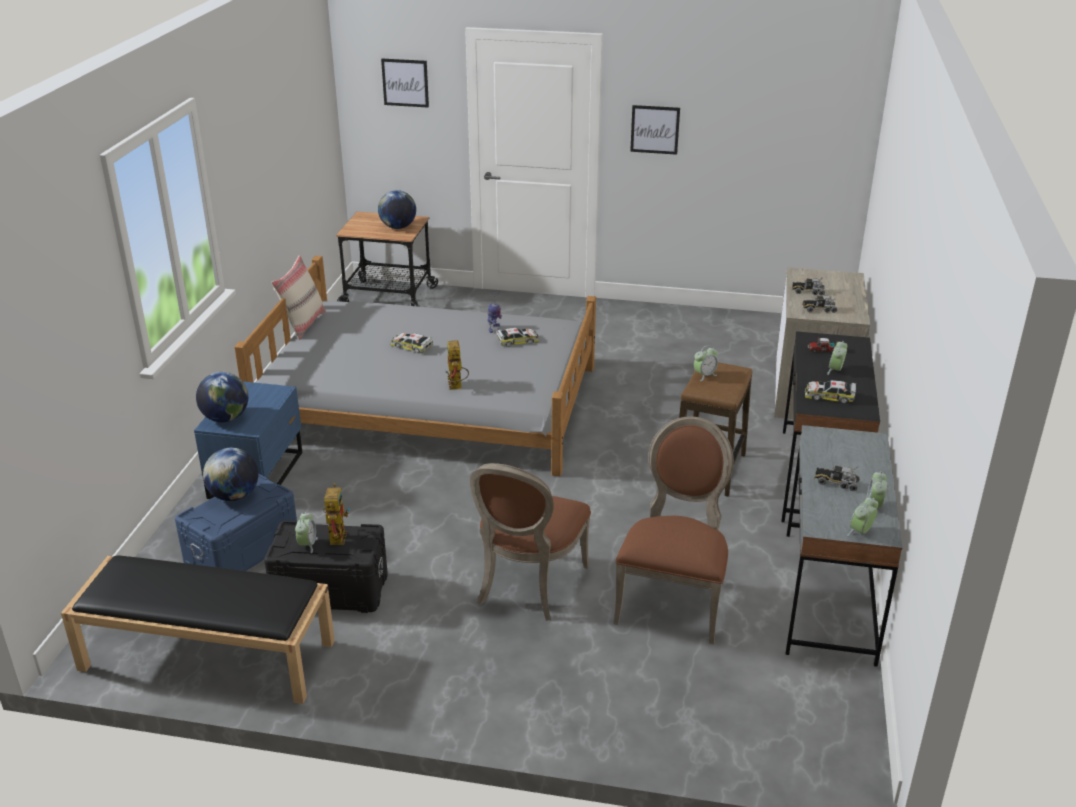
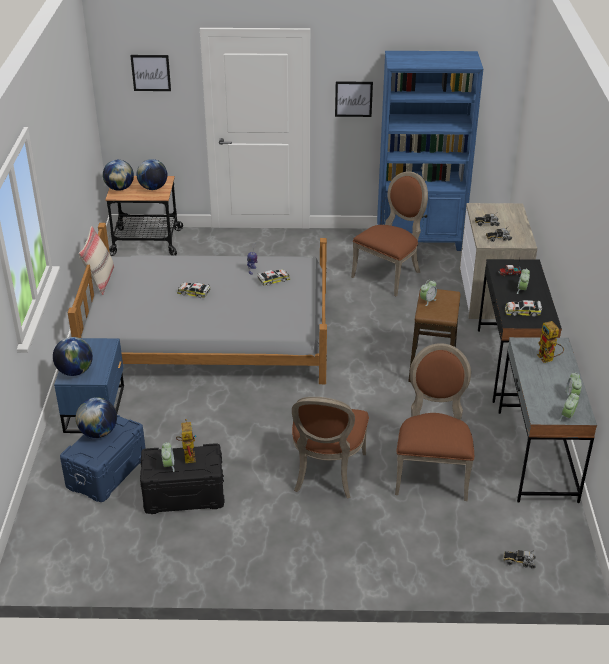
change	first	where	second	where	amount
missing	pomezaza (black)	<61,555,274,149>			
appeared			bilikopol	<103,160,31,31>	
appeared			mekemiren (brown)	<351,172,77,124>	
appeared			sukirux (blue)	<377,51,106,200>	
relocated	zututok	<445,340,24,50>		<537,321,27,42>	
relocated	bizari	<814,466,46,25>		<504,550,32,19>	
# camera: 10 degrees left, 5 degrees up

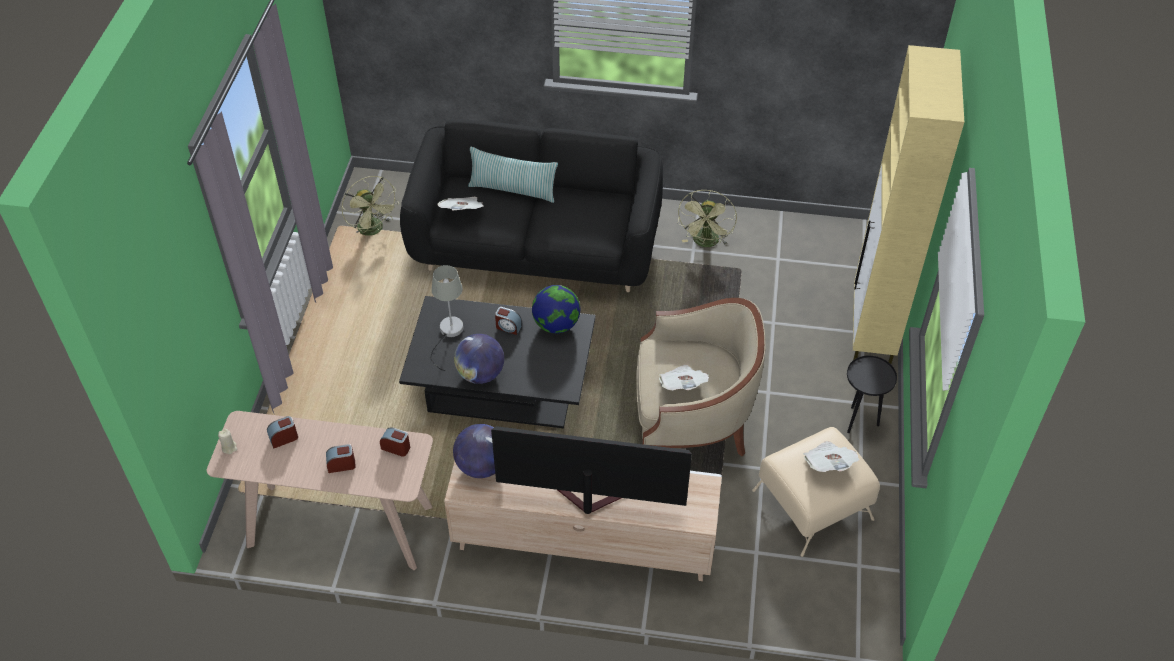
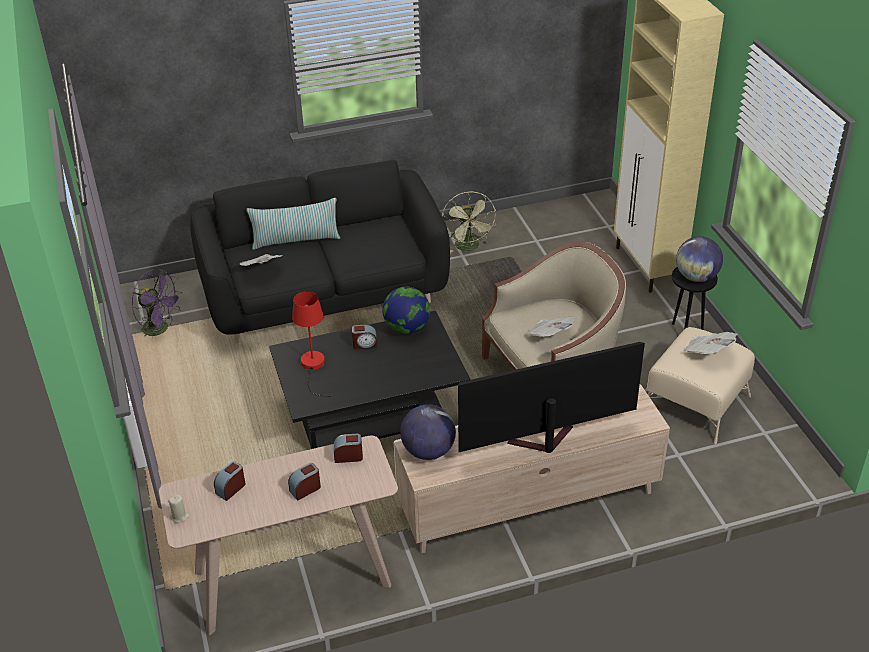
change	first	where	second	where	amount
relocated	bilikopol	<454,334,50,50>		<676,236,47,46>	
colour	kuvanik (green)	<341,176,58,60>	kuvanik (purple)	<132,269,50,67>	
colour	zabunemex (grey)	<431,265,33,106>	zabunemex (red)	<292,291,40,106>	
# camera: 25 degrees left, 10 degrees down

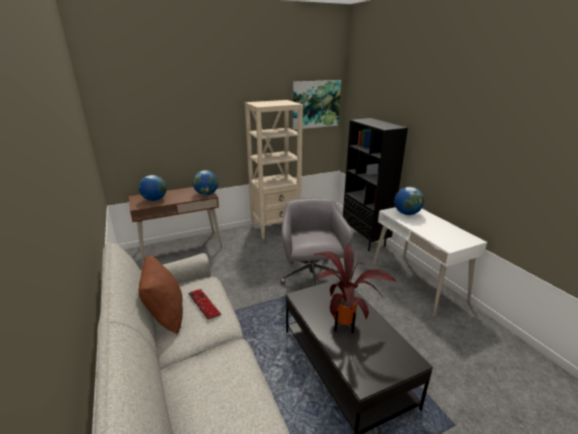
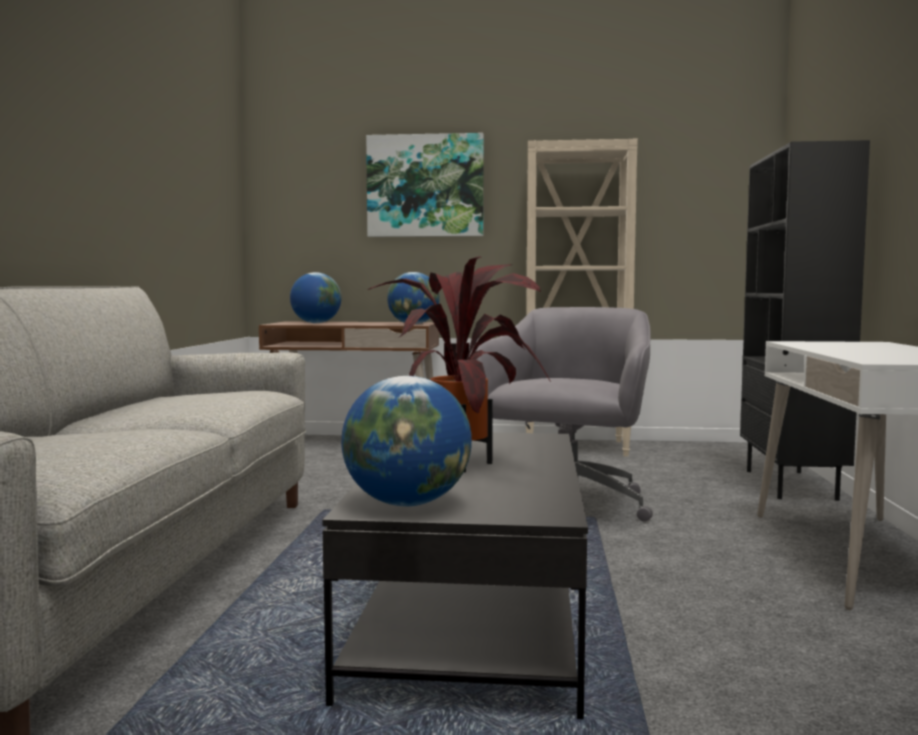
change	first	where	second	where	amount
missing	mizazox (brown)	<138,255,45,80>			
missing	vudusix	<188,289,34,31>			
relocated	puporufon	<293,80,48,50>		<366,133,118,104>	
relocated	bilikopol	<394,187,30,28>		<341,376,131,130>	
# camera: 30 degrees right, 20 degrees down

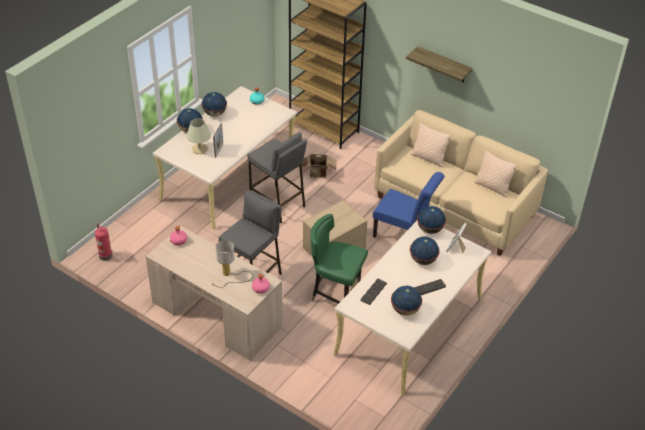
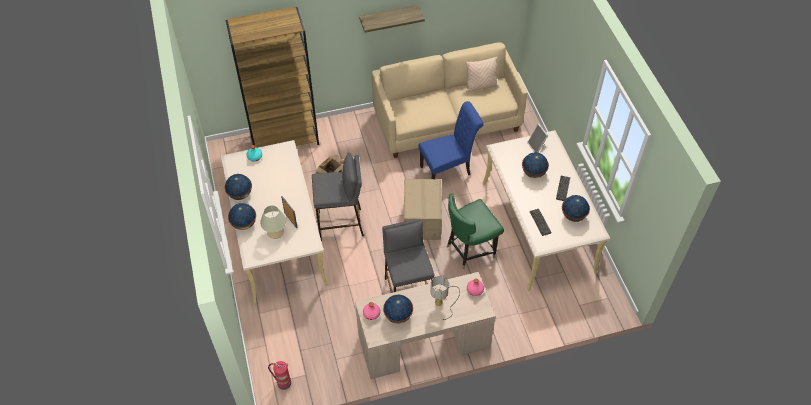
change	first	where	second	where	amount
missing	mizazox (beige)	<411,122,40,45>			
relocated	bilikopol	<417,206,29,28>		<383,295,30,29>	
# camera: 50 degrees left, 10 degrees up

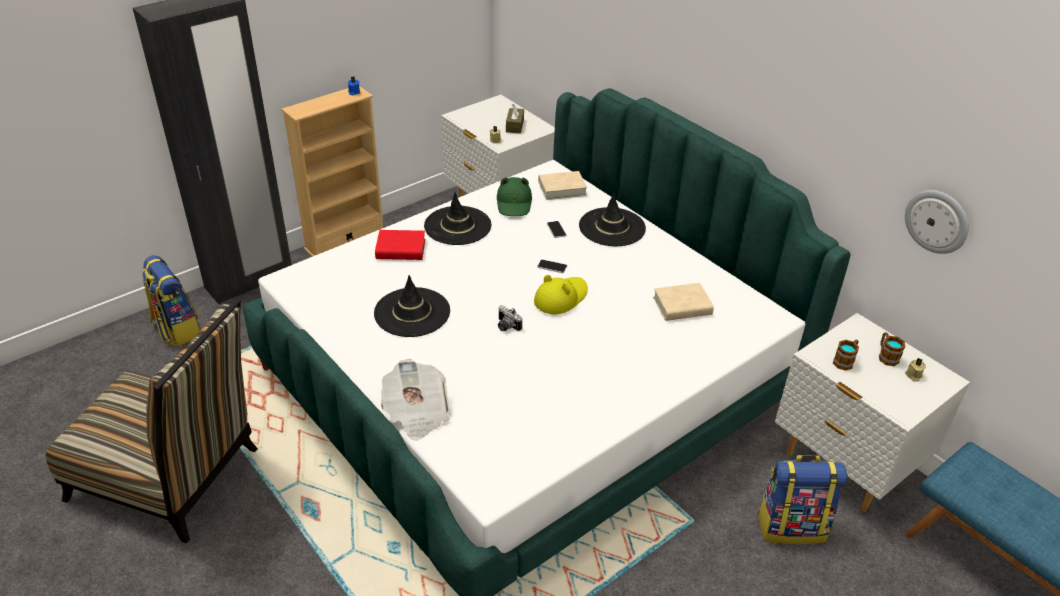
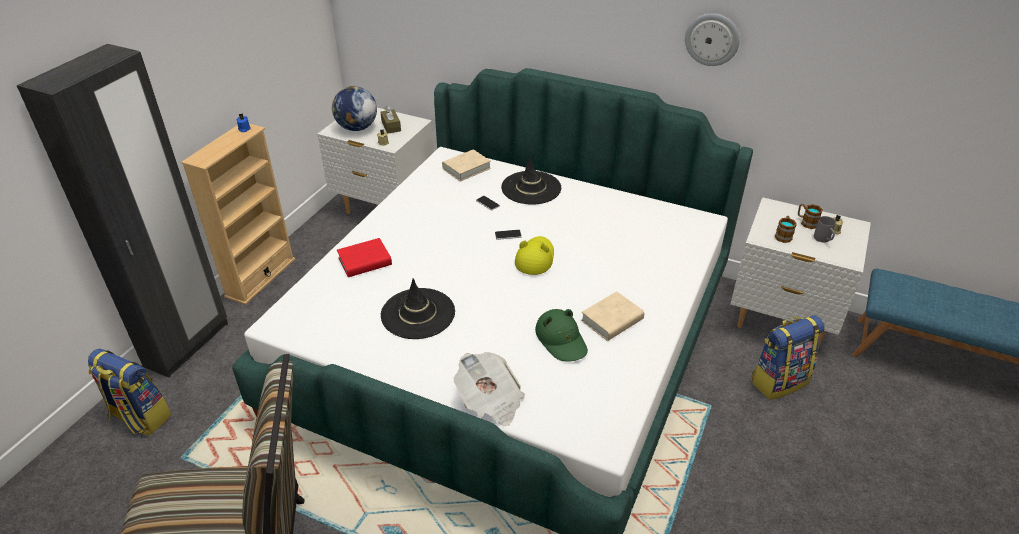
change	first	where	second	where	amount
missing	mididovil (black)	<424,193,67,52>			
missing	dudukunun	<498,305,24,26>			
appeared			bilikopol	<331,86,46,45>	
appeared			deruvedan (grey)	<814,216,22,27>	
relocated	mididovil (green)	<497,177,35,39>		<535,309,53,53>	
relocated	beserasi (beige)	<653,283,61,38>		<581,291,63,50>	
relocated	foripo	<905,190,64,64>		<685,13,55,53>	
# camera: 25 degrees left, 0 degrees up

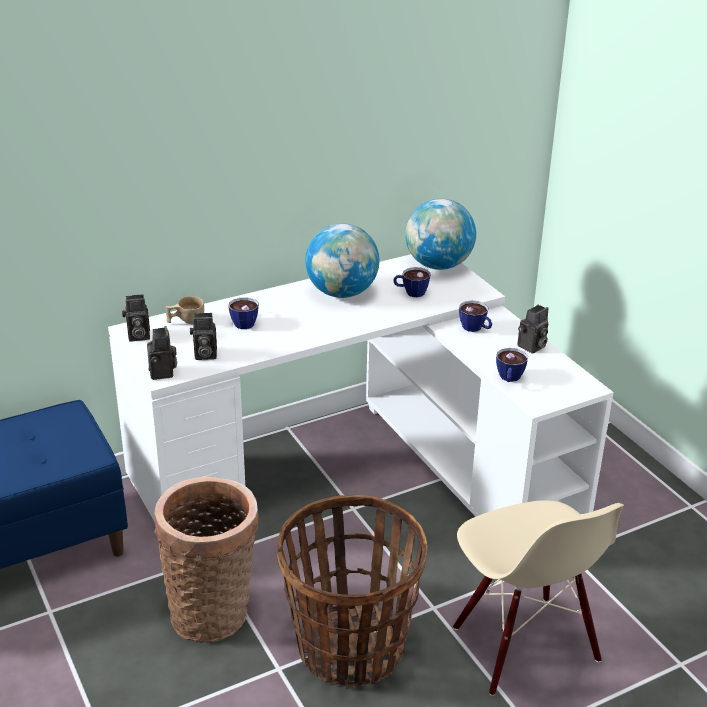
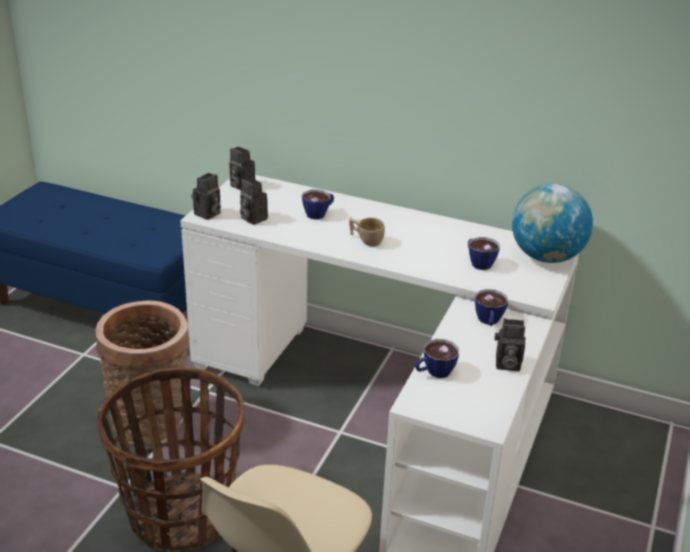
change	first	where	second	where	amount
missing	bilikopol	<305,223,74,75>			
relocated	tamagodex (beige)	<166,296,38,28>		<349,217,36,30>	
# camera: 50 degrees right, 0 degrees up

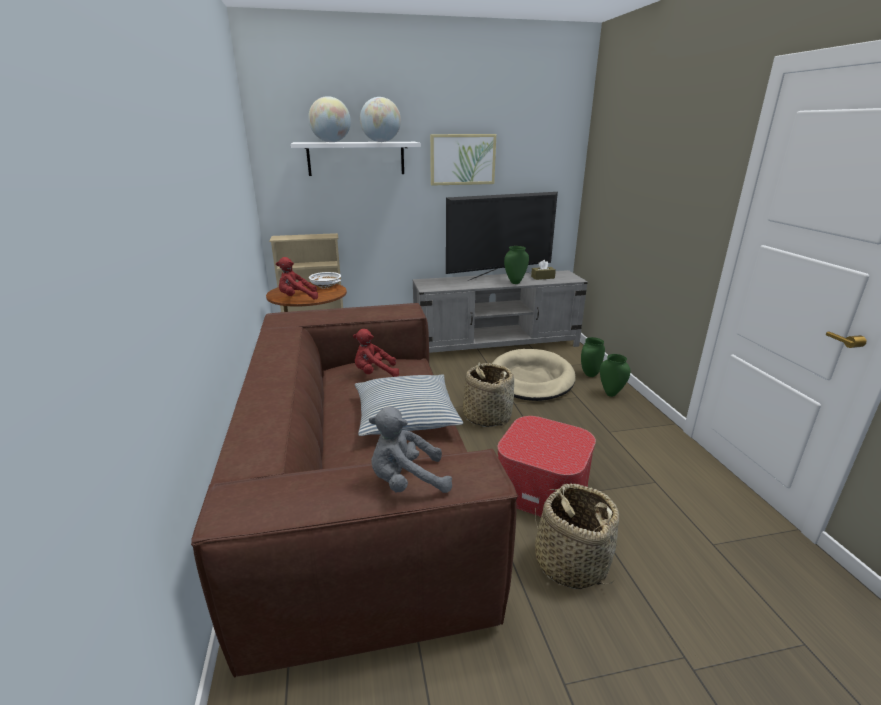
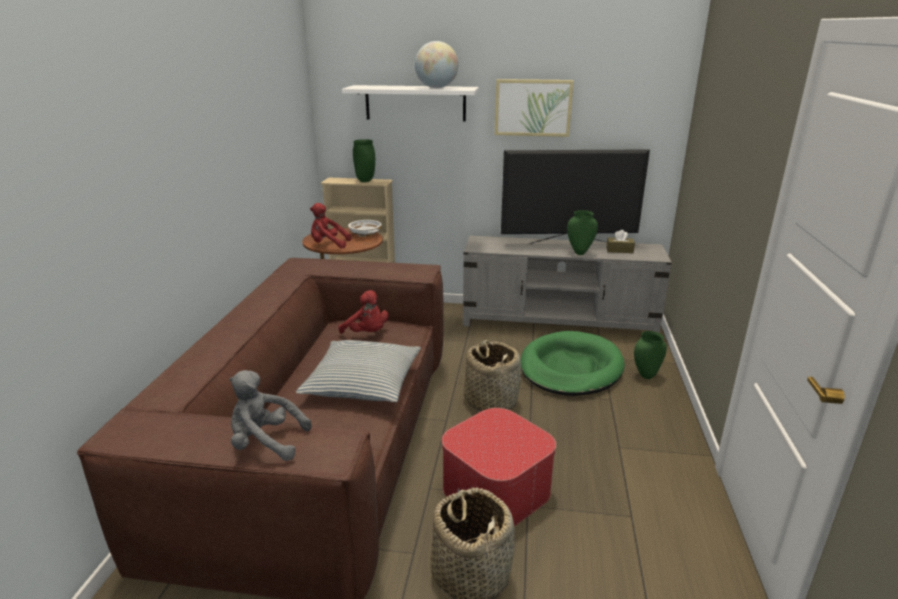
change	first	where	second	where	amount
missing	bilikopol	<308,96,43,46>			
relocated	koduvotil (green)	<600,354,30,43>		<353,139,22,43>	
colour	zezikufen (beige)	<492,349,84,52>	zezikufen (green)	<521,331,104,65>	
spun	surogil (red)	<353,329,46,48>		<338,290,51,44>	150 degrees counterclockwise
# camera: 20 degrees right, 0 degrees up

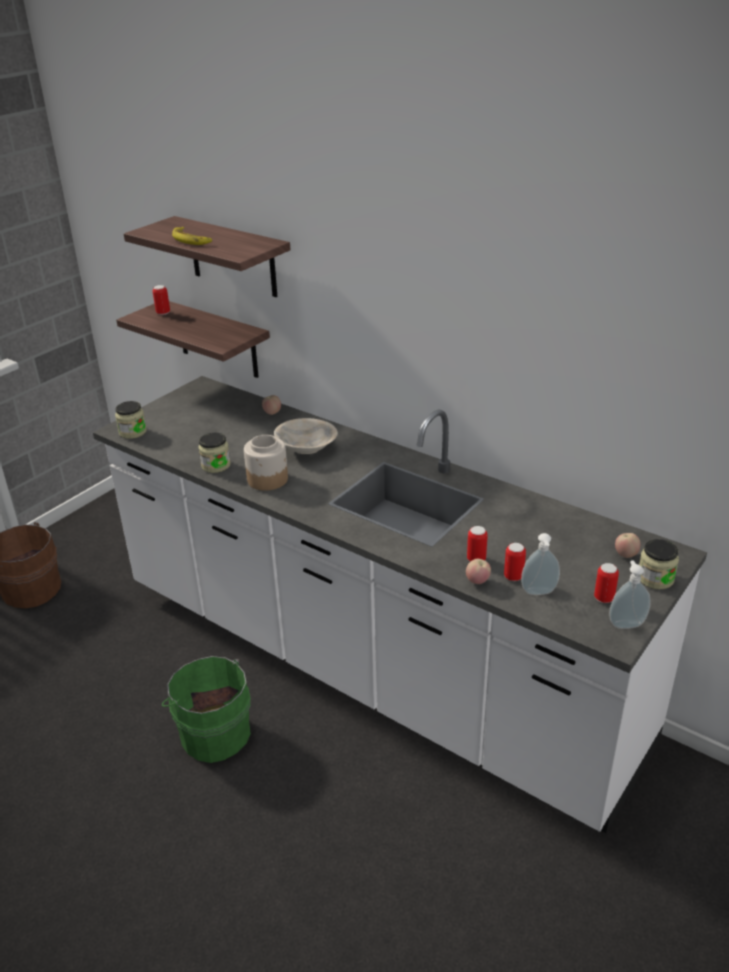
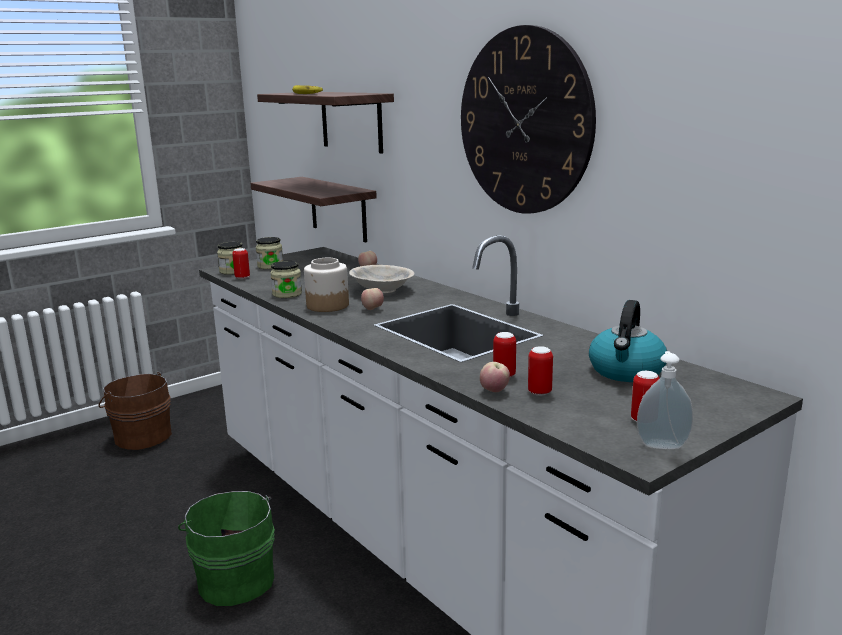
change	first	where	second	where	amount
missing	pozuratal	<521,533,39,62>			
appeared			foripo	<461,25,135,189>	
appeared			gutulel	<589,300,78,82>	
relocated	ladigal	<153,285,17,30>		<232,248,18,31>	
relocated	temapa	<615,533,25,25>		<361,288,23,22>	
relocated	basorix	<639,539,40,51>		<256,237,27,32>	
# camera: 15 degrees right, 15 degrees down

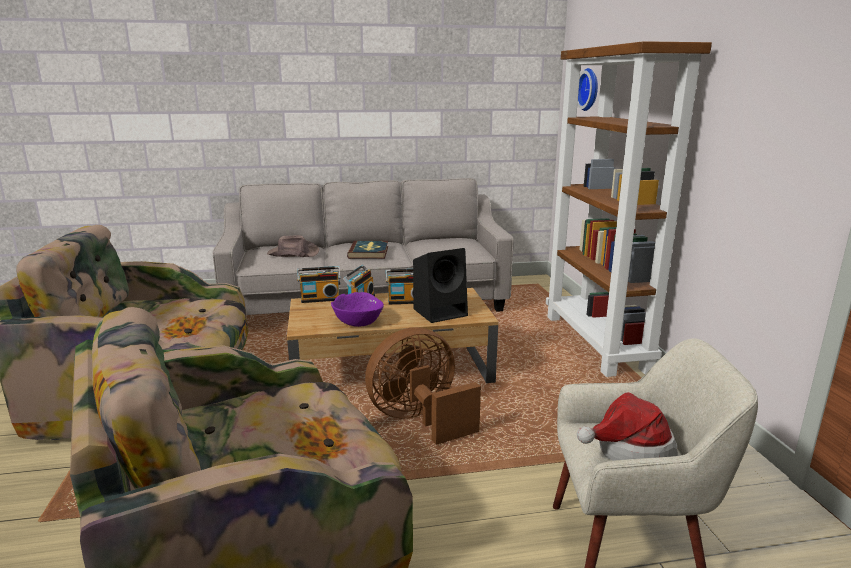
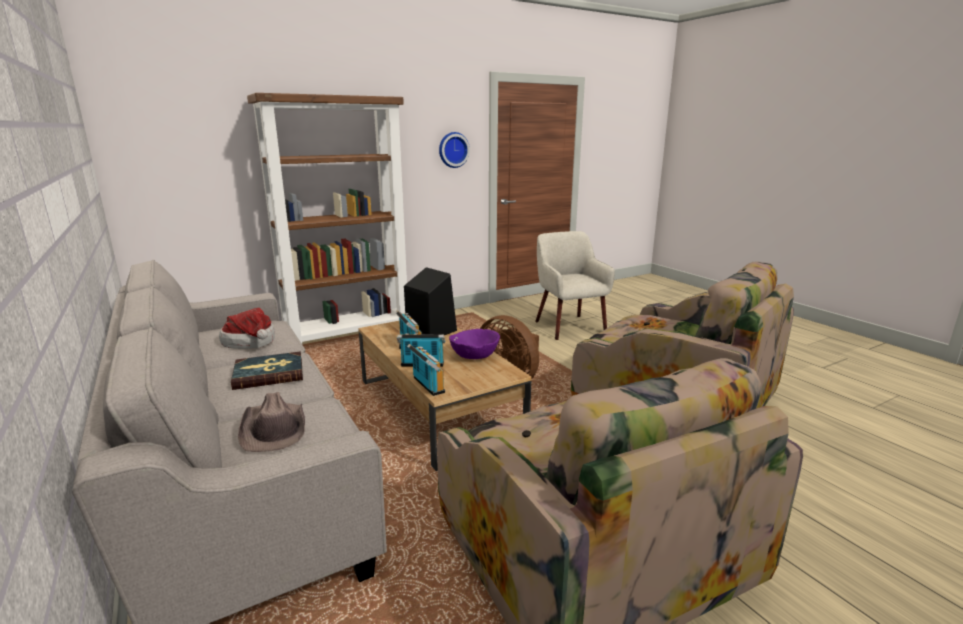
change	first	where	second	where	amount
relocated	foripo	<577,68,21,43>		<439,132,31,36>	
relocated	mididovil	<577,392,101,69>		<219,308,56,41>	
# camera: 110 degrees left, 0 degrees up

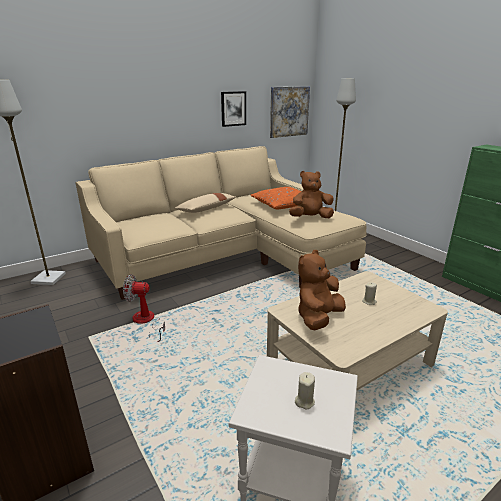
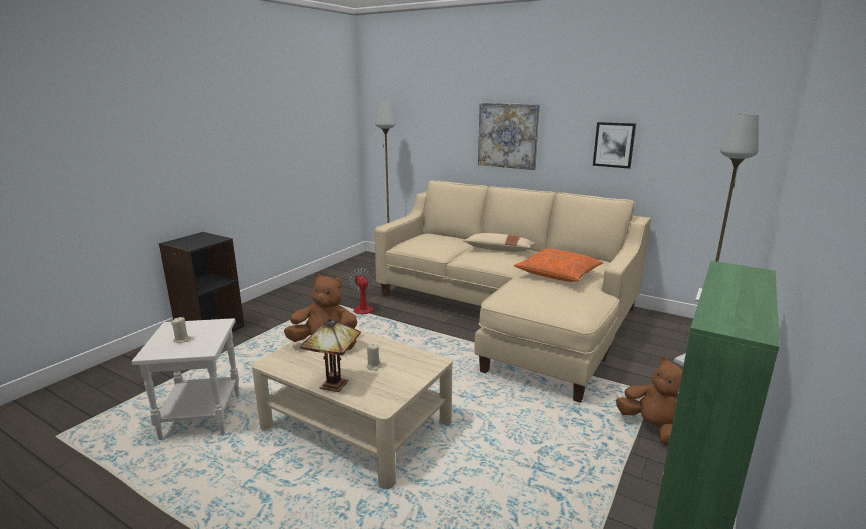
change	first	where	second	where	amount
appeared			zabunemex	<300,318,61,74>	
relocated	puporufon	<270,86,40,52>		<478,103,62,67>	
relocated	surogil (brown)	<289,171,45,47>		<616,357,67,89>	
# camera: 65 degrees right, 5 degrees down

